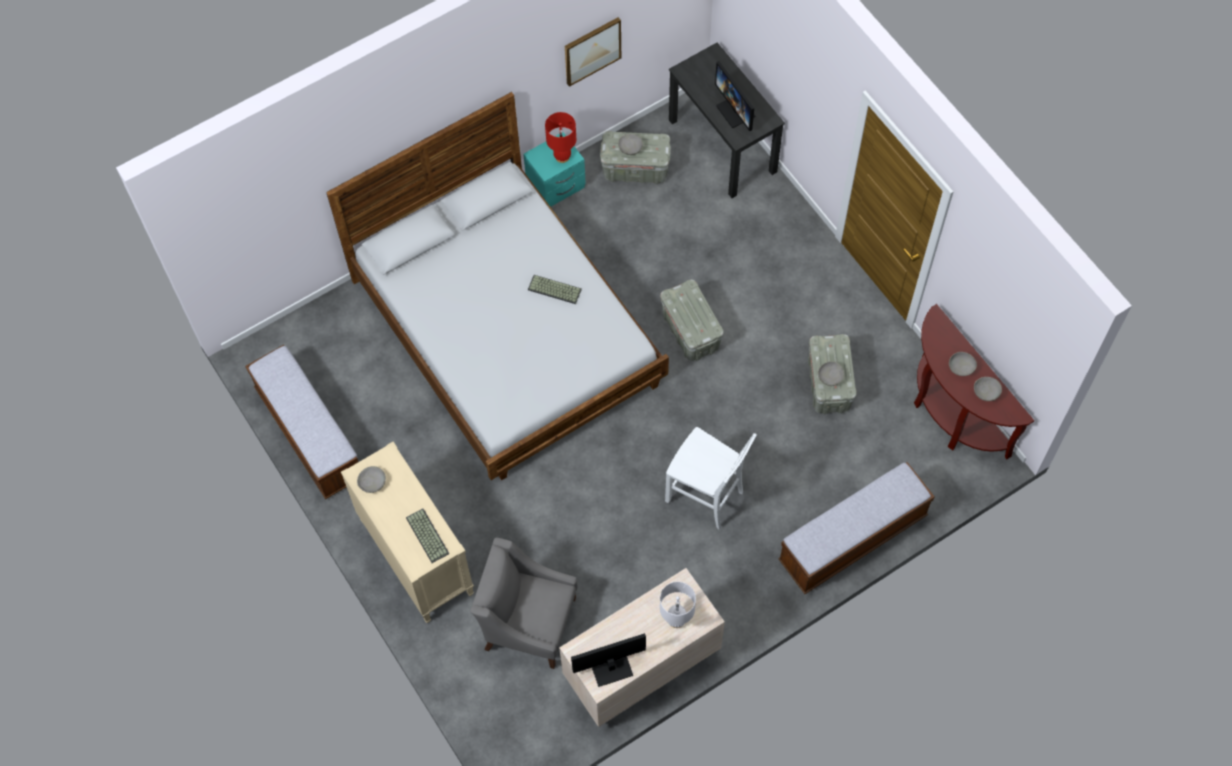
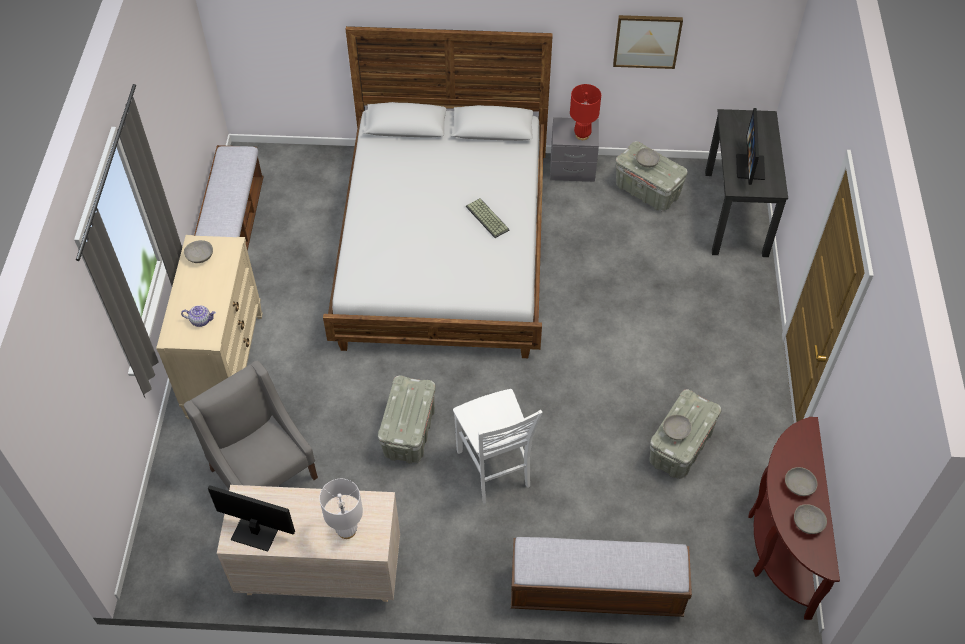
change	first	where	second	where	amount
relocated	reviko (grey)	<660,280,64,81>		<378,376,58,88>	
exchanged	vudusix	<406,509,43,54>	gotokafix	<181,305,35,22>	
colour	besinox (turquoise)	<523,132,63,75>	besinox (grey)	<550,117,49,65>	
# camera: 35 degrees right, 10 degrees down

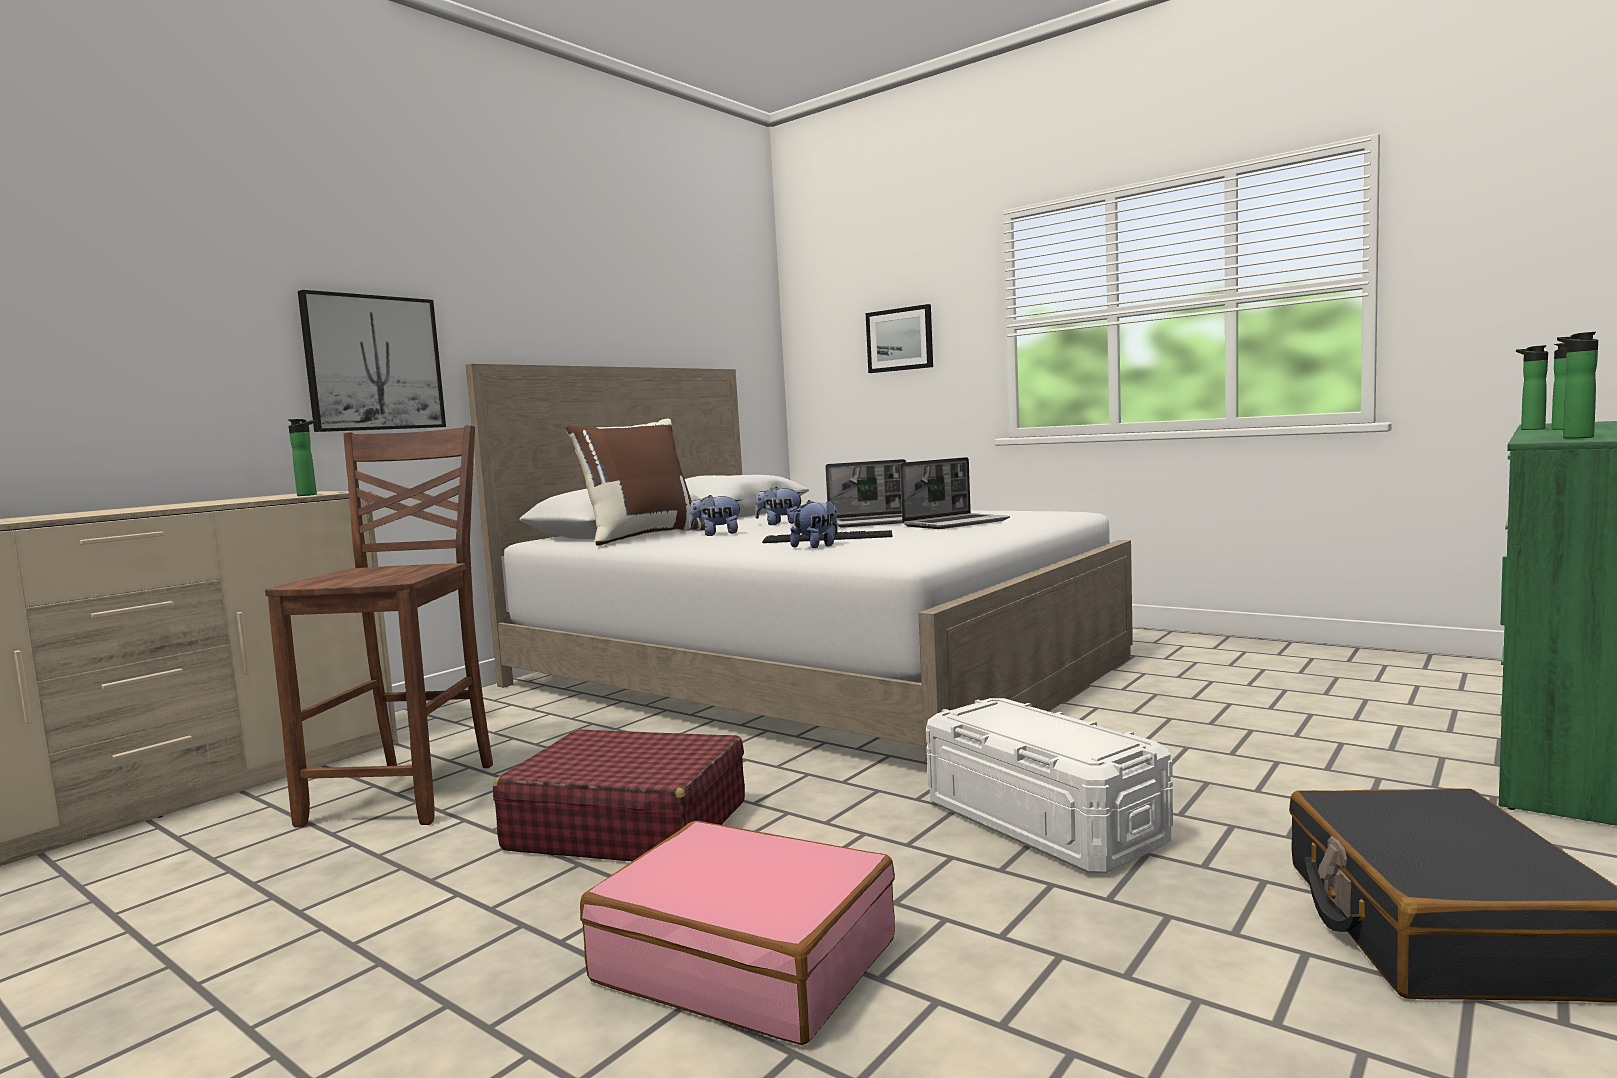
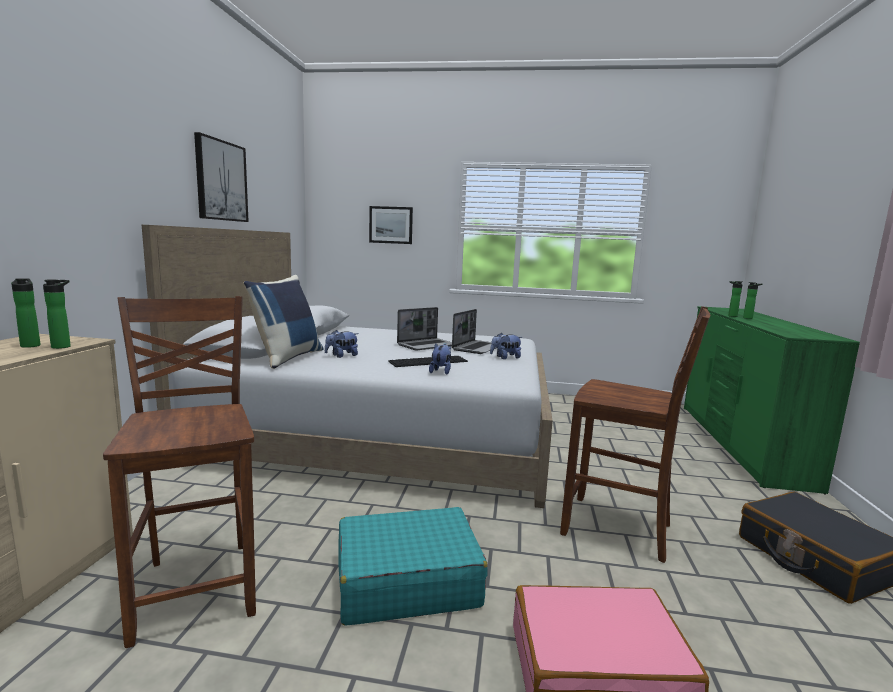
change	first	where	second	where	amount
relocated	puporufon	<298,290,148,142>		<194,132,55,90>	
relocated	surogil	<755,487,48,38>		<490,332,32,27>	
relocated	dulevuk	<1557,332,41,107>		<11,278,30,70>	
exchanged	reviko (white)	<926,698,247,176>	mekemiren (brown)	<560,306,151,257>	
colour	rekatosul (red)	<493,729,252,132>	rekatosul (turquoise)	<338,507,149,119>	
colour	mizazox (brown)	<565,419,140,127>	mizazox (blue)	<243,275,81,94>	
# camera: 30 degrees left, 5 degrees up

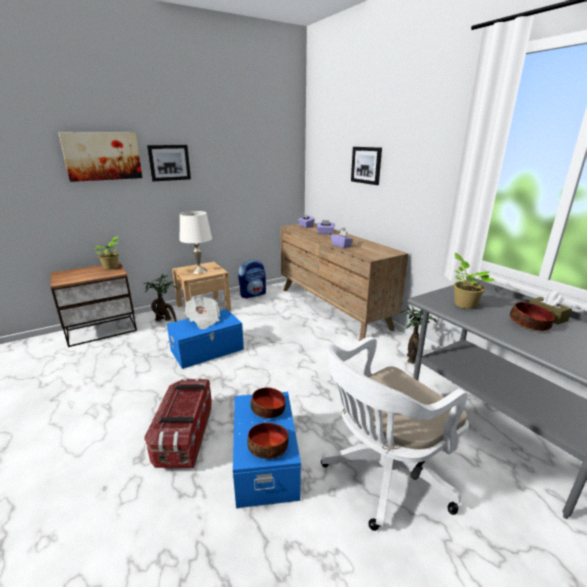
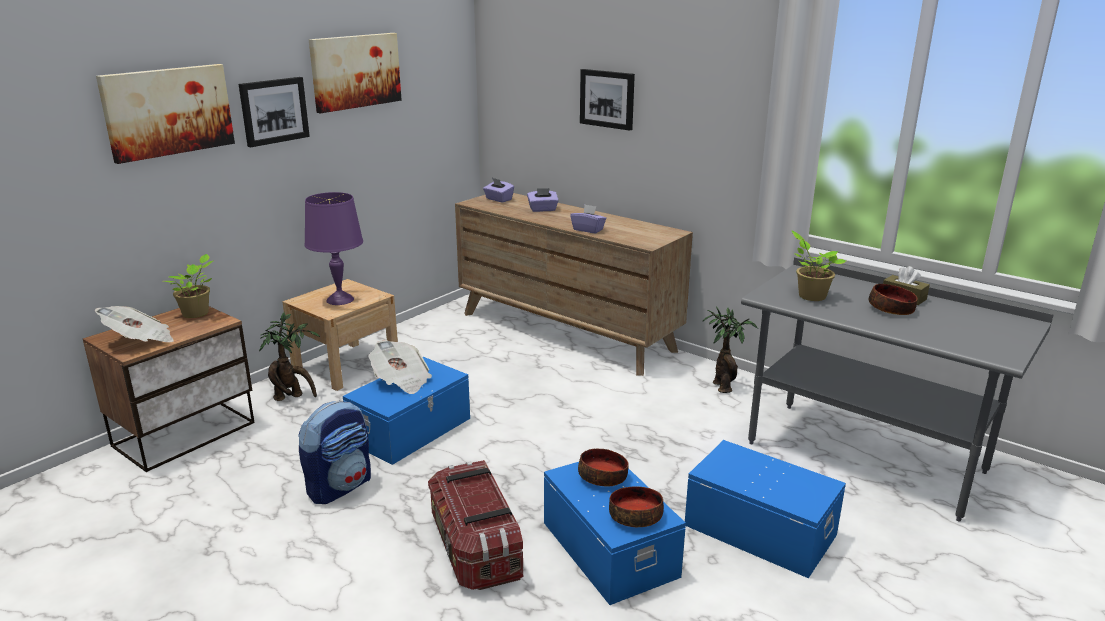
change	first	where	second	where	amount
appeared			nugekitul	<95,306,79,36>	
appeared			puporufon	<309,33,92,80>	
relocated	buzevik	<238,259,28,39>		<298,401,73,103>	
exchanged	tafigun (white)	<321,336,148,195>	reviko (blue)	<685,440,161,138>	
colour	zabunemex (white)	<179,211,33,63>	zabunemex (purple)	<304,192,59,113>	
# camera: 20 degrees left, 0 degrees up

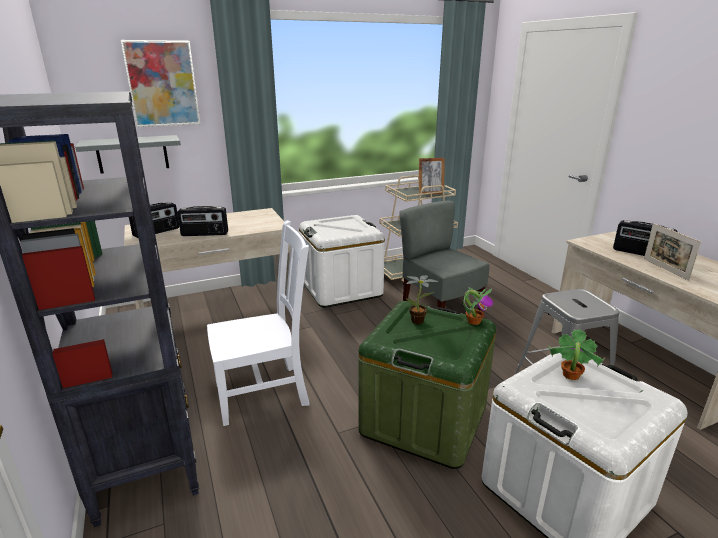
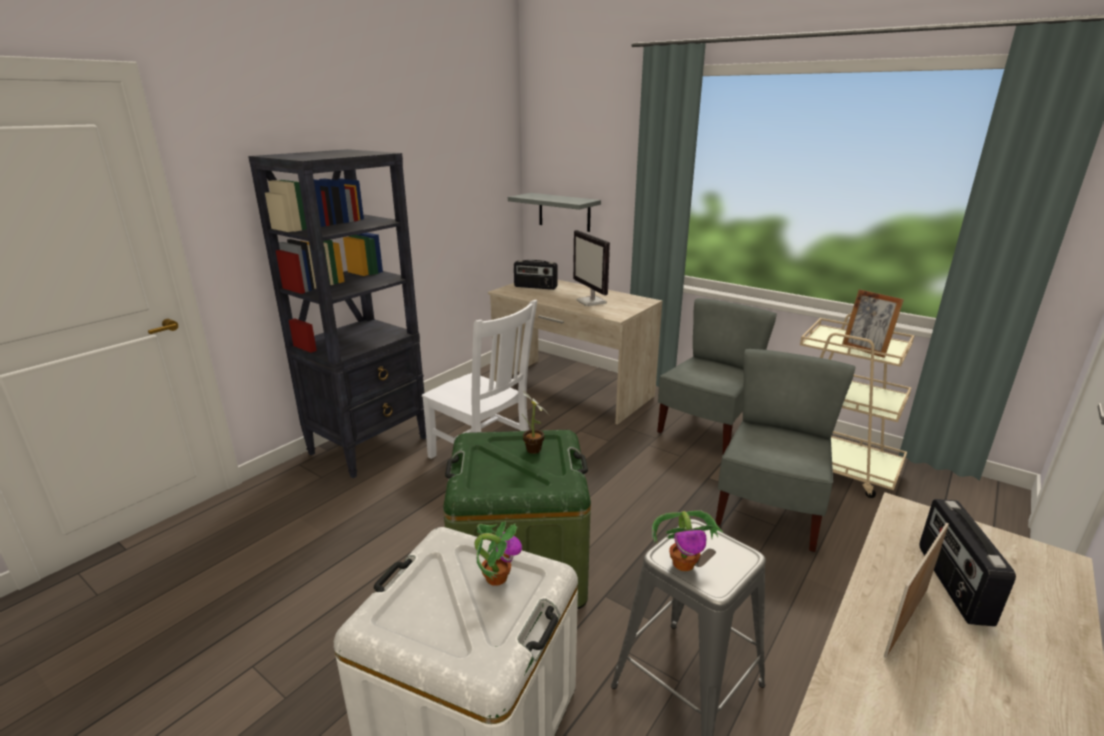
change	first	where	second	where	amount
missing	puporufon	<121,40,79,87>			
missing	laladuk	<177,206,51,30>			
appeared			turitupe	<573,230,37,76>	
relocated	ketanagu	<463,287,30,38>		<652,511,71,60>	
exchanged	reviko (white)	<299,215,86,93>	mekemiren (grey)	<657,298,120,156>	
# camera: 60 degrees right, 0 degrees up

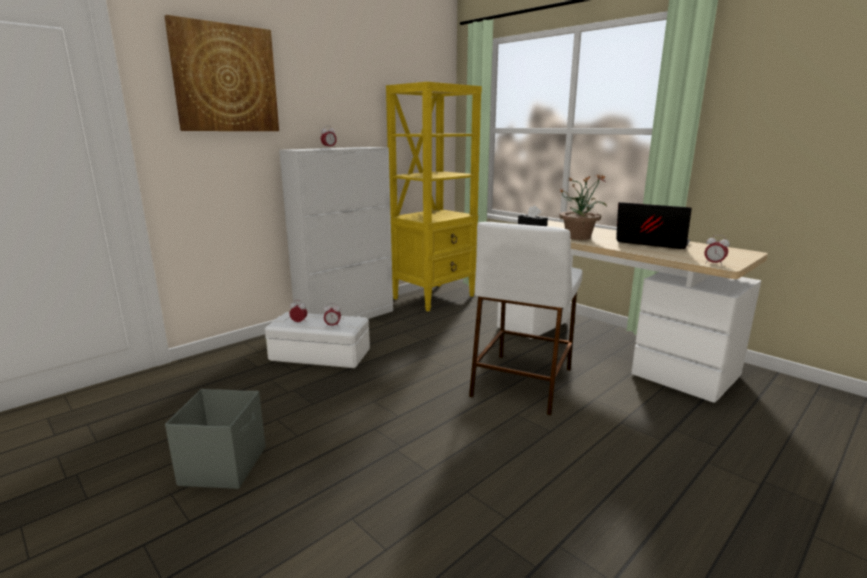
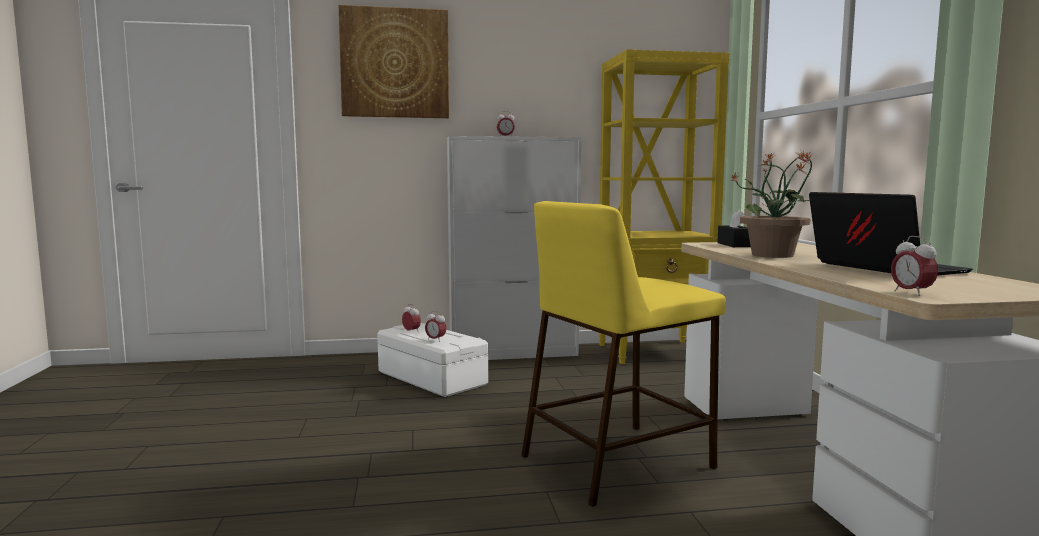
change	first	where	second	where	amount
missing	reviko (grey)	<165,389,101,100>			
colour	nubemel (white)	<469,222,113,193>	nubemel (yellow)	<521,201,205,306>	
# camera: 35 degrees right, 10 degrees down

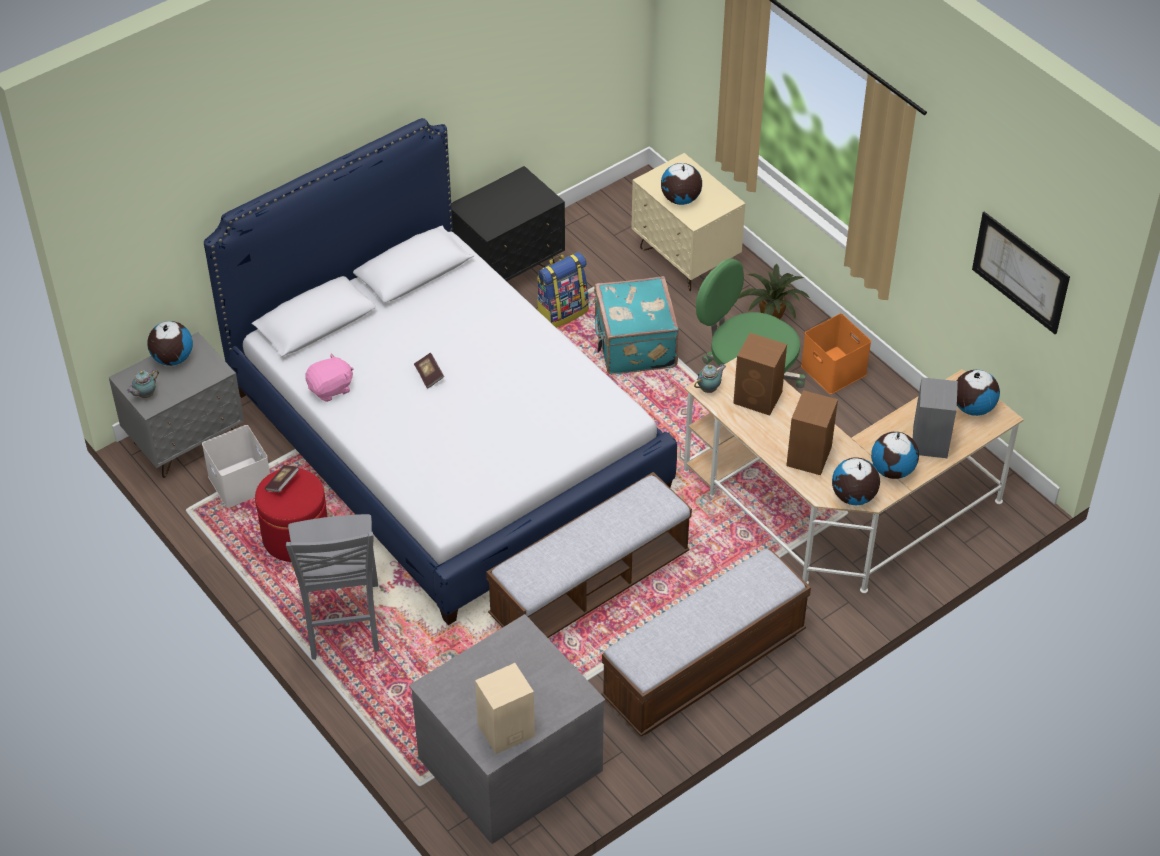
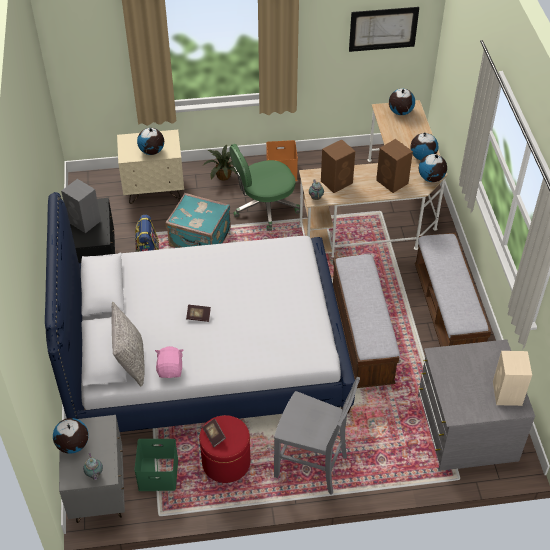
change	first	where	second	where	amount
appeared			mizazox (grey)	<112,302,33,85>	
relocated	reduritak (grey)	<913,377,45,81>		<61,179,40,54>	
colour	reviko (white)	<202,425,68,83>	reviko (green)	<134,439,44,52>	
# camera: 60 degrees left, 0 degrees up

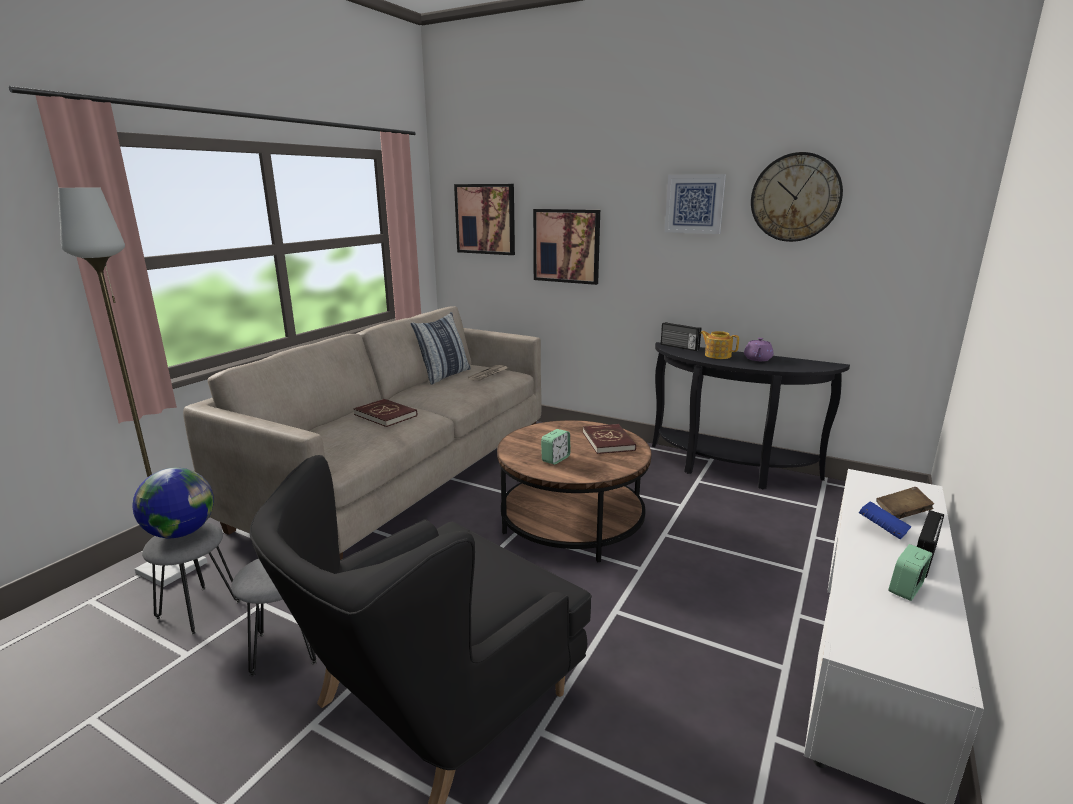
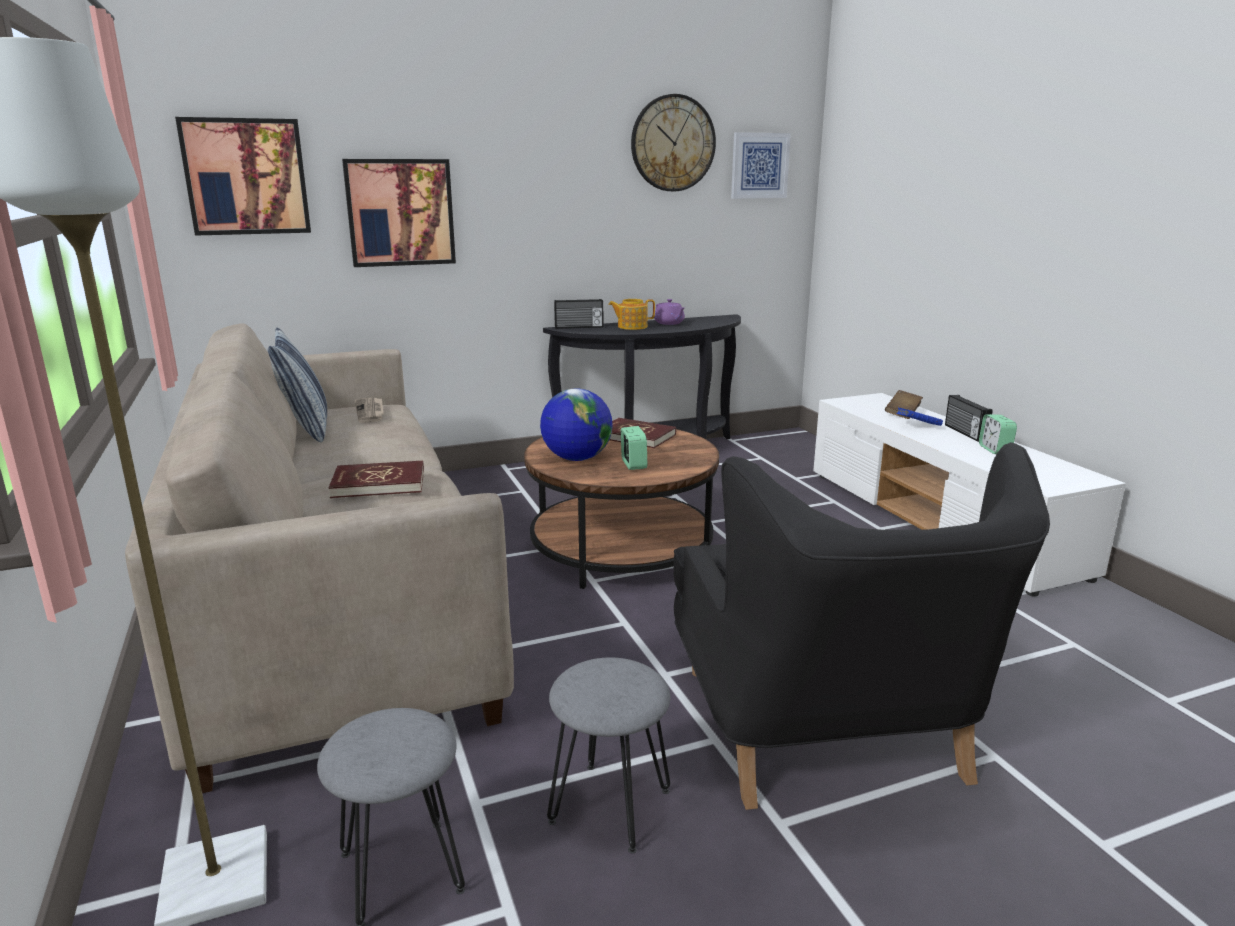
change	first	where	second	where	amount
relocated	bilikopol	<133,468,81,70>		<540,388,73,73>	
relocated	puporufon	<665,174,61,60>		<731,132,60,67>	
# camera: 50 degrees left, 0 degrees up

